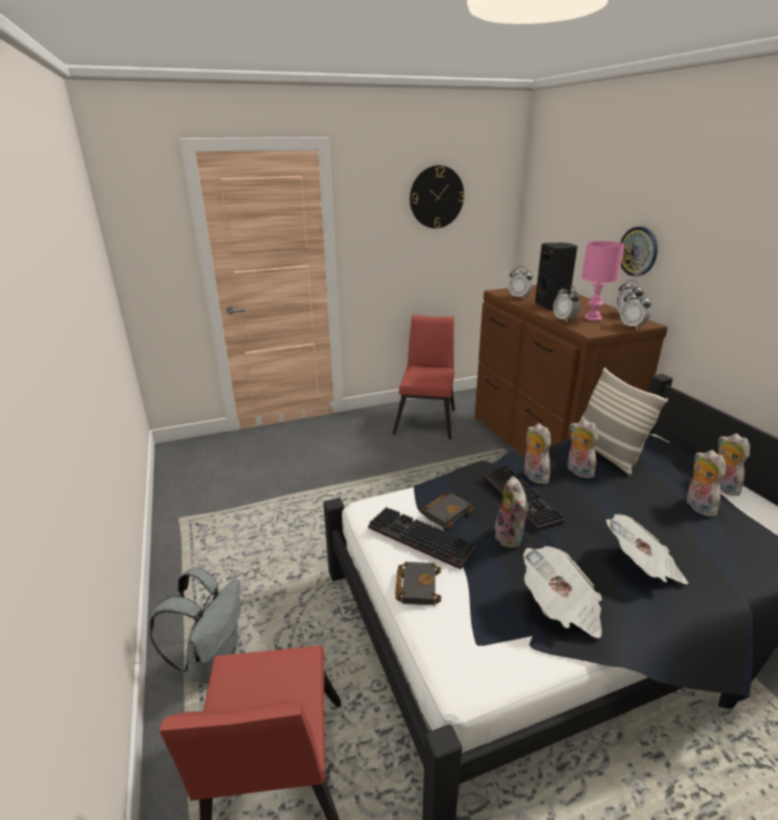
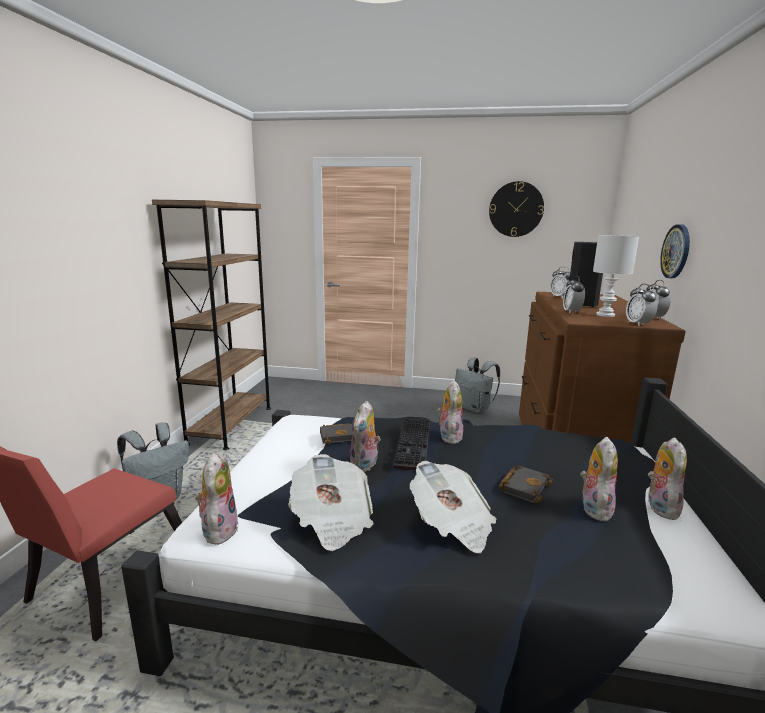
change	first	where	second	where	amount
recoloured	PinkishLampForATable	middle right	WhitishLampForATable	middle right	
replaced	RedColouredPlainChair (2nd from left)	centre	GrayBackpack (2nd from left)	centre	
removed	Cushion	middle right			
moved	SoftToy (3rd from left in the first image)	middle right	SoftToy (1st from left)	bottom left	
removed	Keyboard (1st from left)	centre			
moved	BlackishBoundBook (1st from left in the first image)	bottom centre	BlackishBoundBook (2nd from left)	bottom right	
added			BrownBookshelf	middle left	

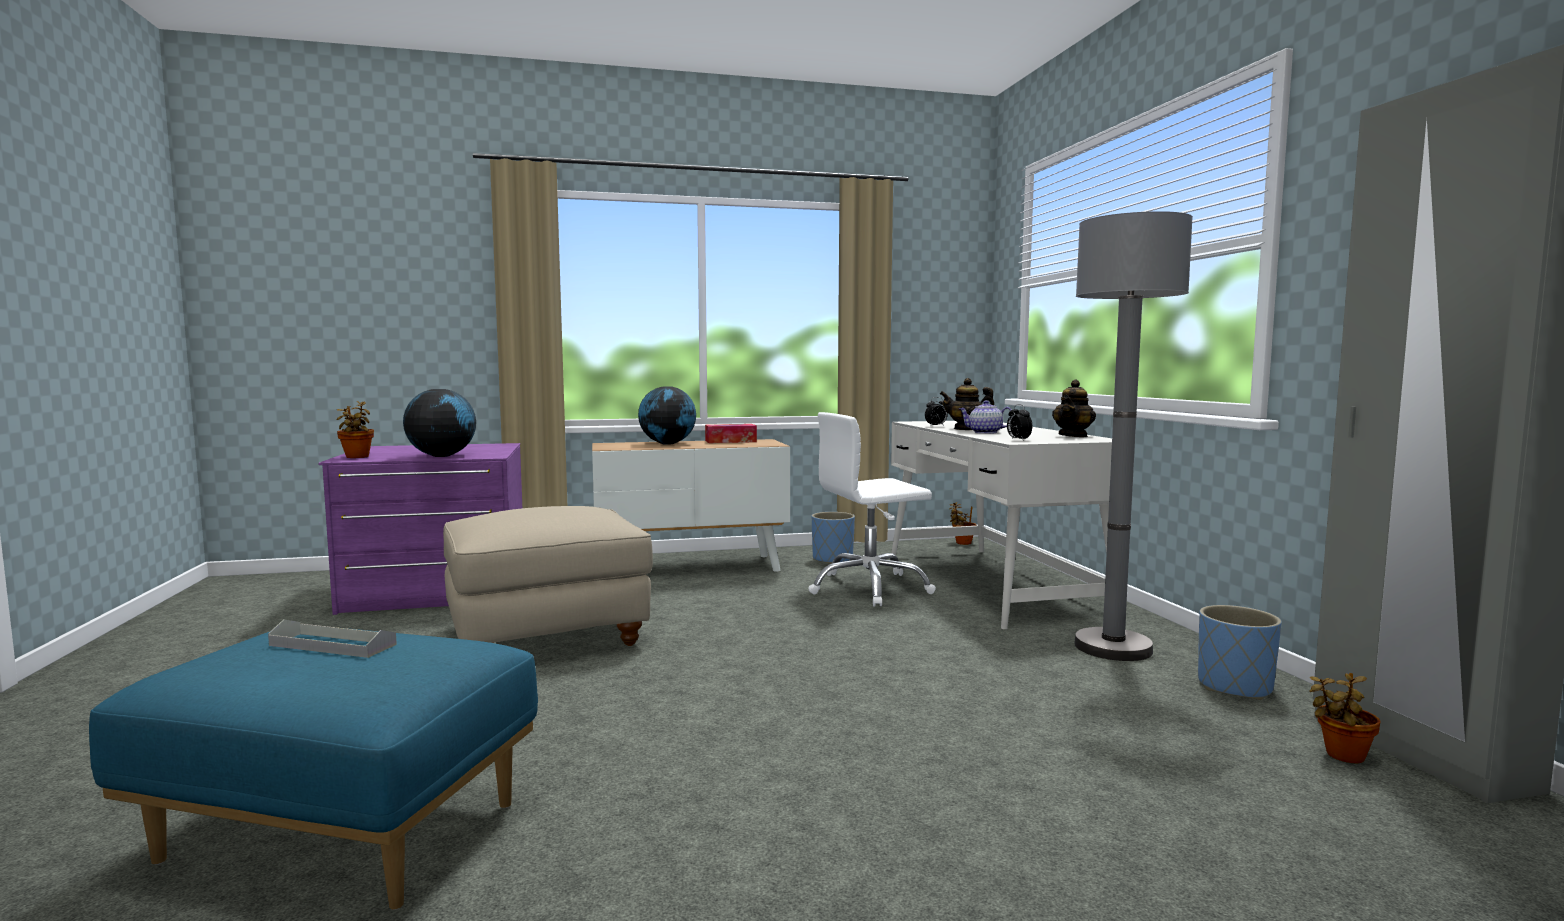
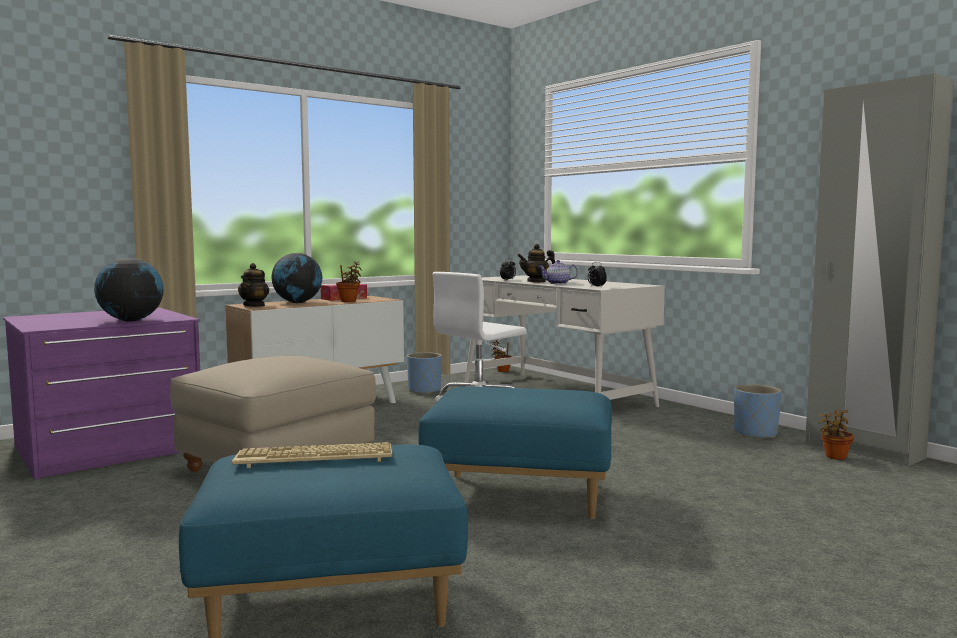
change	first	where	second	where	amount
removed	GrayStandingLamp	middle right			
moved	PotForTea (3rd from left in the first image)	middle right	PotForTea (1st from left)	middle left	
moved	PlantInAPot (1st from left)	middle left		centre	
replaced	GrayServingTray	bottom left	Keyboard	bottom left	
added			BluishOttoman (2nd from left)	bottom centre	

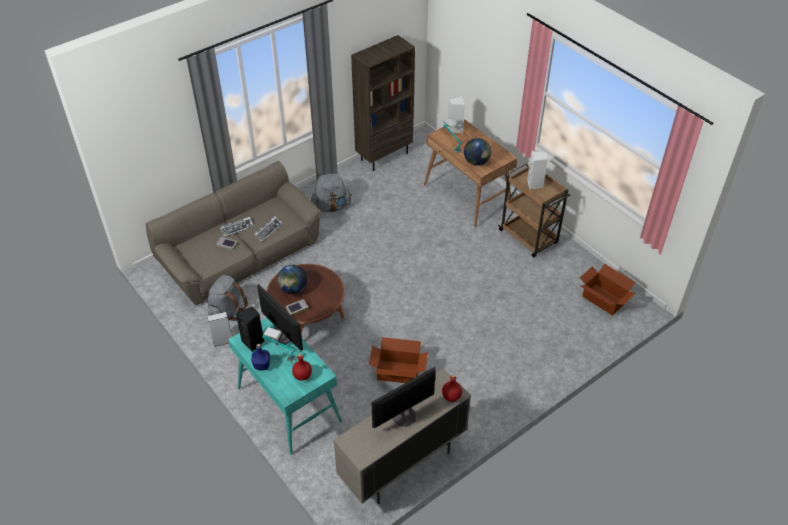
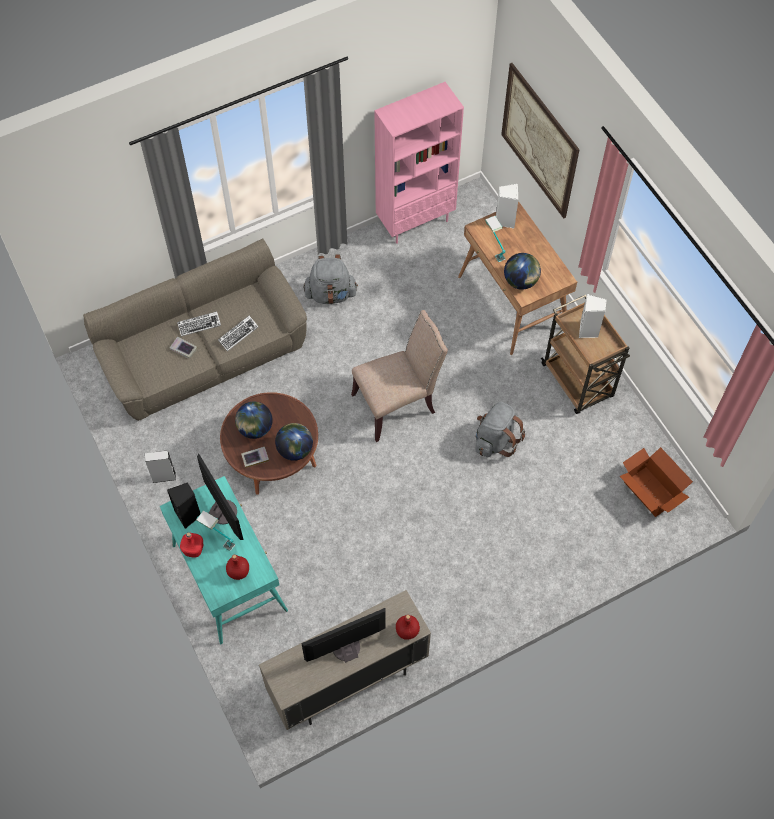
change	first	where	second	where	amount
recoloured	BrownBookshelf	top centre	PinkishBookshelf	top centre	
moved	GrayBackpack (1st from left in the first image)	middle left	GrayBackpack (2nd from left)	centre	
removed	PackingBox (1st from left)	bottom centre			
recoloured	BluishBeverageBottle	bottom left	RedColouredBeverageBottle (1st from left)	middle left	
added			WallPicture	top right	
added			BeigeColouredPlainChair	centre	
added			Globe (2nd from left)	centre	

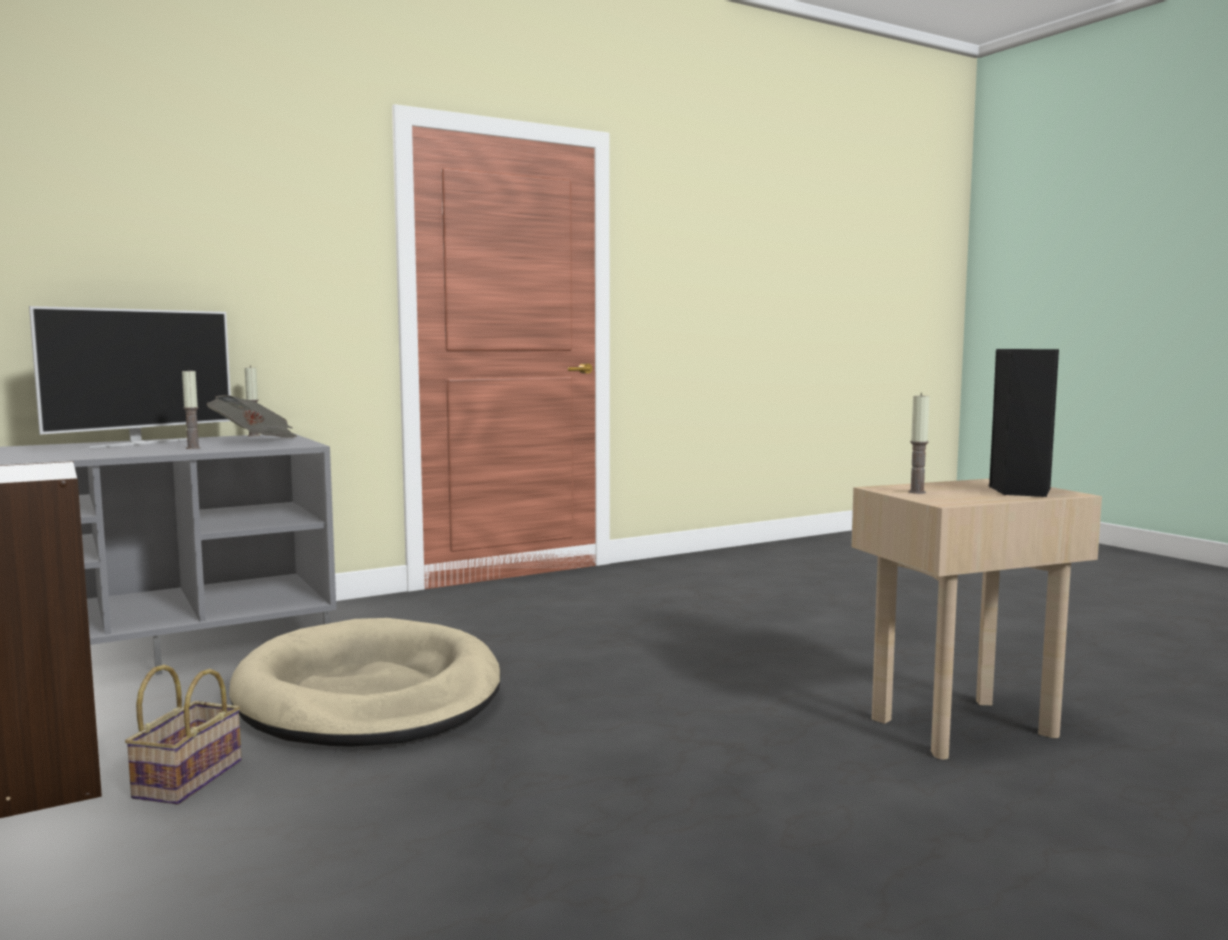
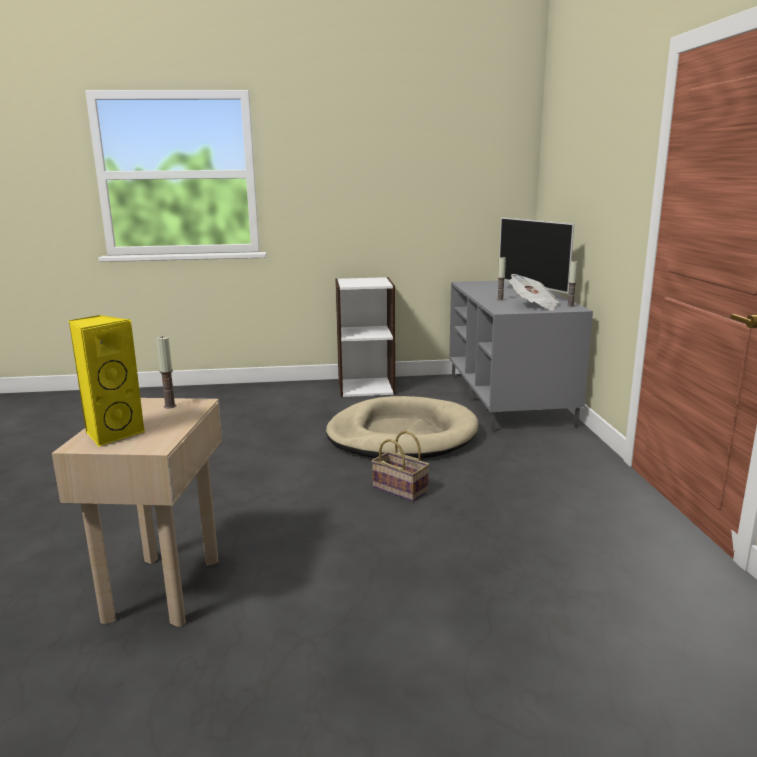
change	first	where	second	where	amount
recoloured	BlackishAudioSpeaker	middle right	YellowColouredAudioSpeaker	middle left	
moved	Basket	bottom left		centre	

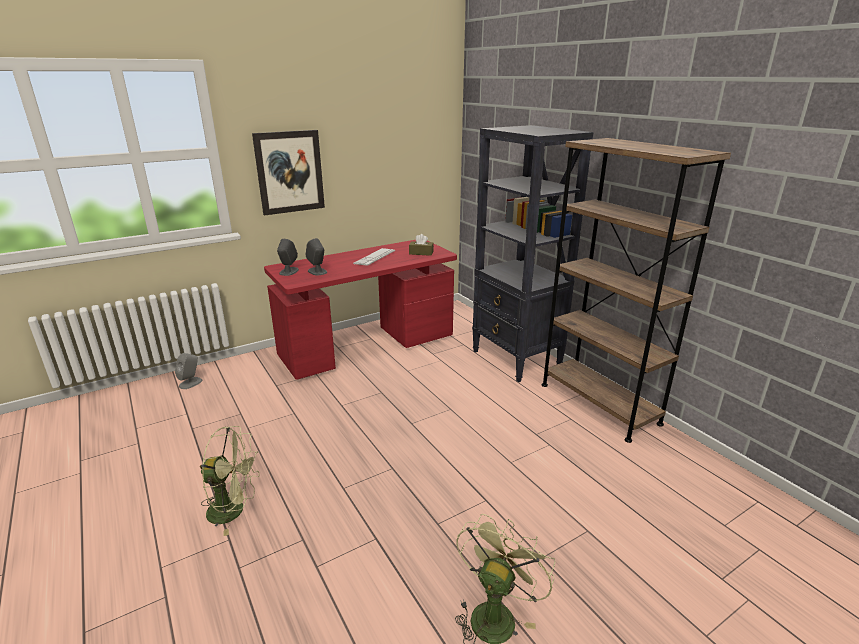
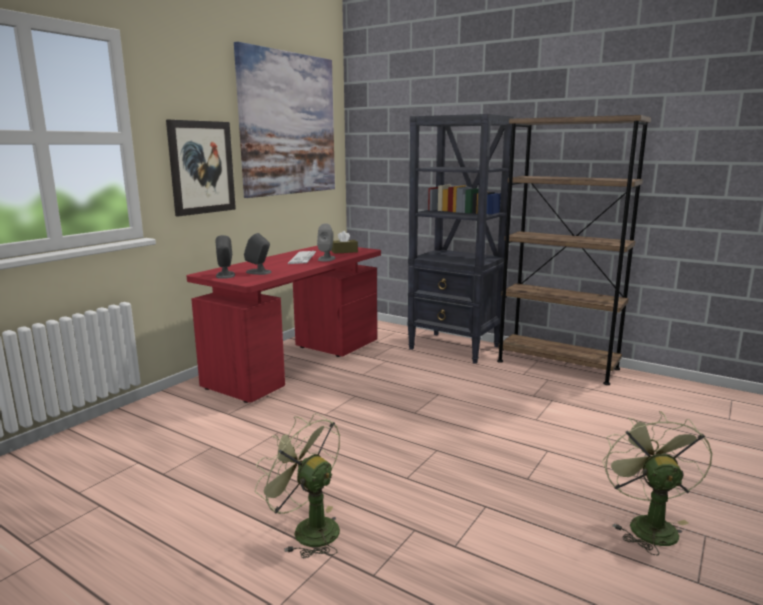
change	first	where	second	where	amount
moved	GrayAudioSpeaker (1st from left in the first image)	middle left	GrayAudioSpeaker (3rd from left)	centre	
turned	GreenishCoolingFan (1st from left)	bottom left		bottom centre	120 degrees counterclockwise
added			WallPicture (2nd from left)	top centre	

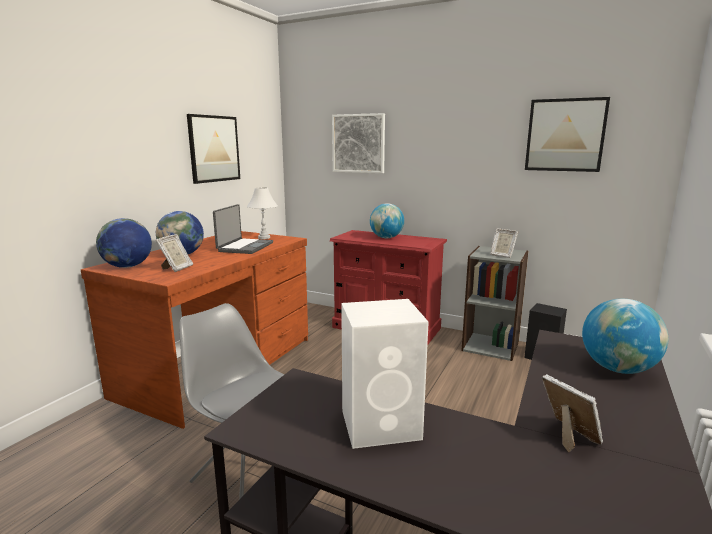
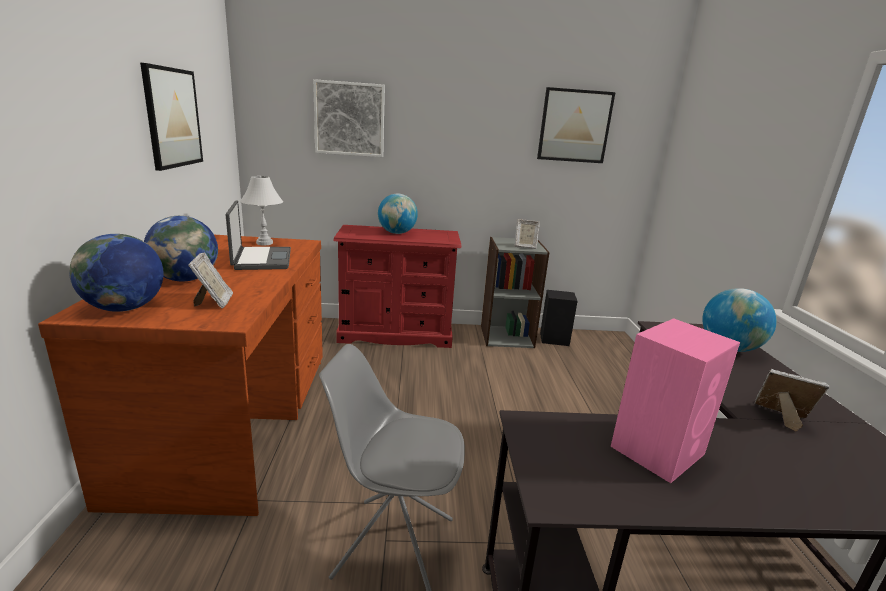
change	first	where	second	where	amount
recoloured	WhitishAudioSpeaker	bottom centre	PinkishAudioSpeaker	bottom right	

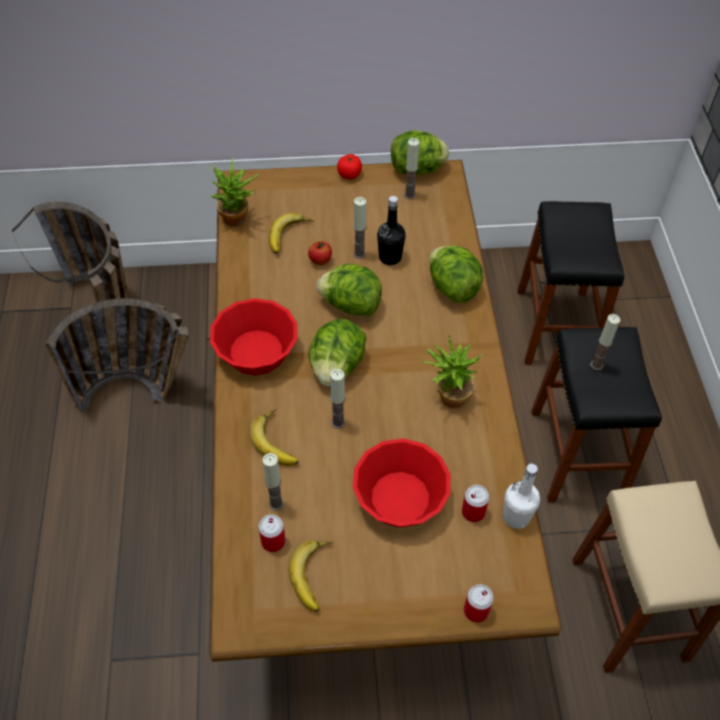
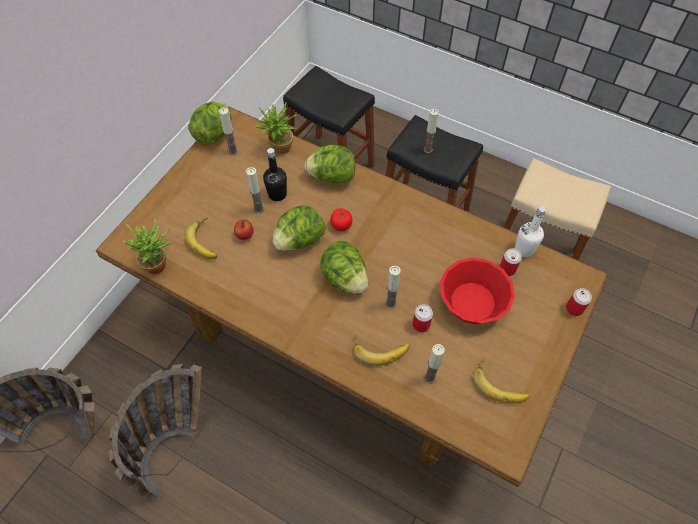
change	first	where	second	where	amount
moved	Tomato	top centre		centre	
removed	RedColouredServingBowl (1st from left)	centre			
moved	PlantInAPot (2nd from left)	centre		top centre	
moved	Can (1st from left)	bottom centre		centre	

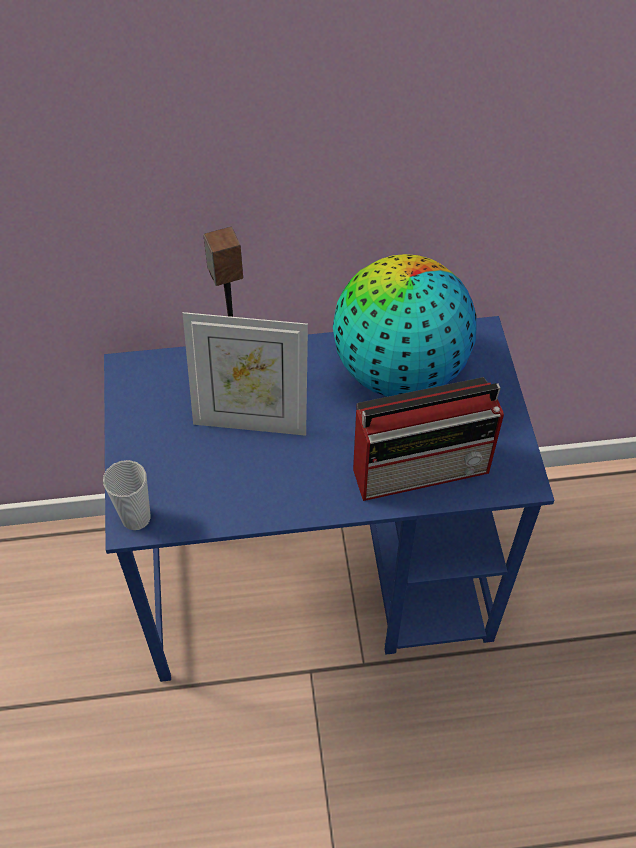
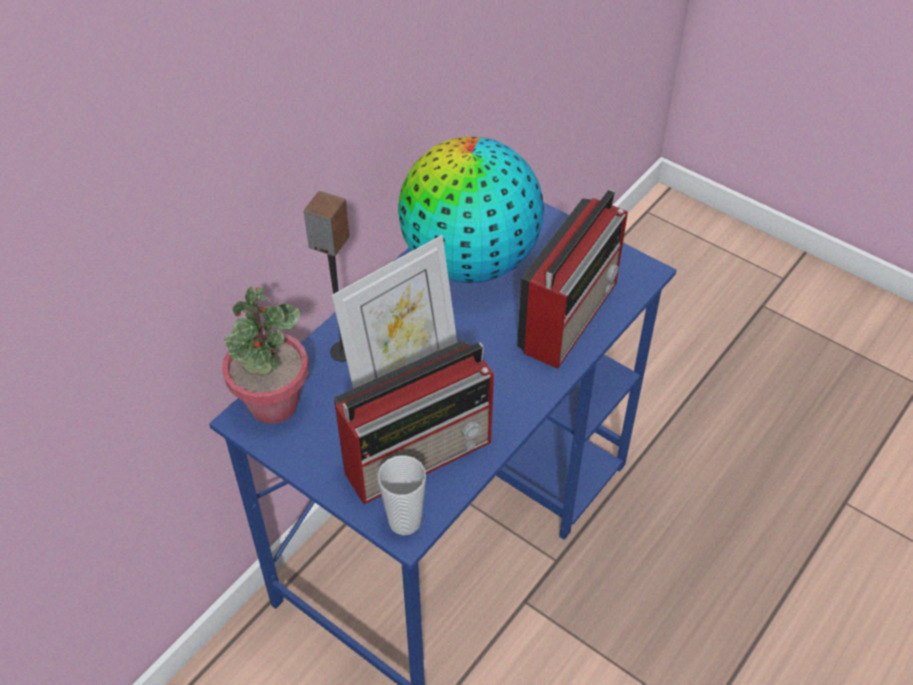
change	first	where	second	where	amount
added			PlantInAPot	middle left	
added			RadioReceiver (1st from left)	centre	

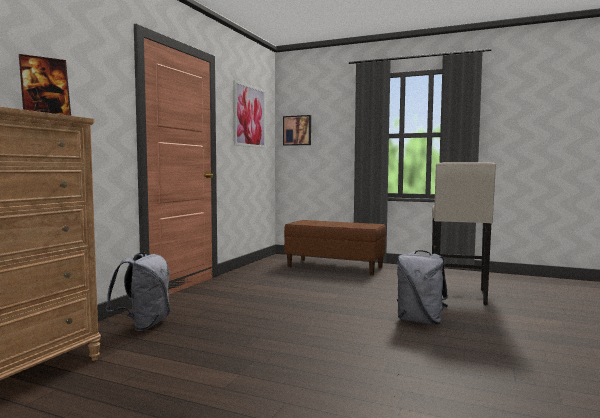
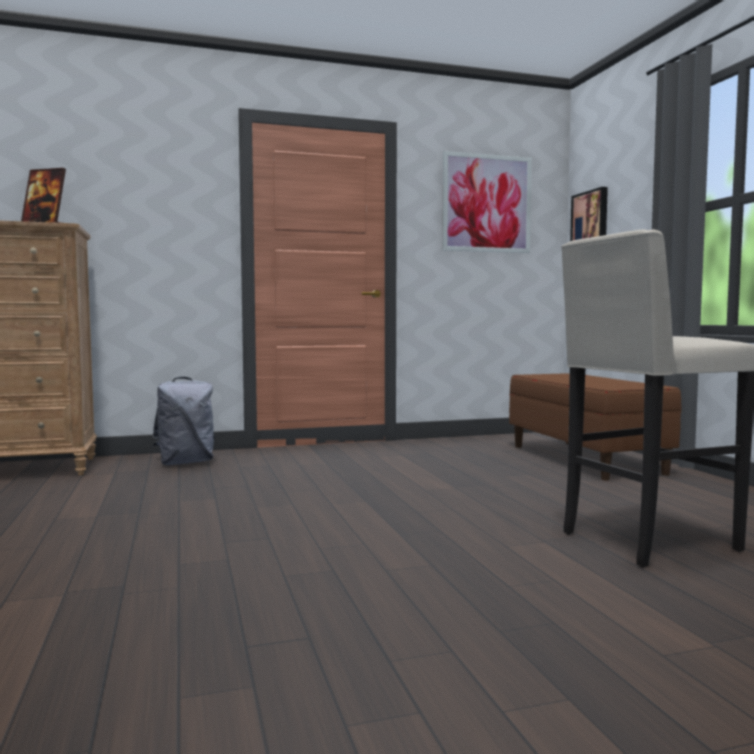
change	first	where	second	where	amount
removed	GrayBackpack (2nd from left)	bottom right			

